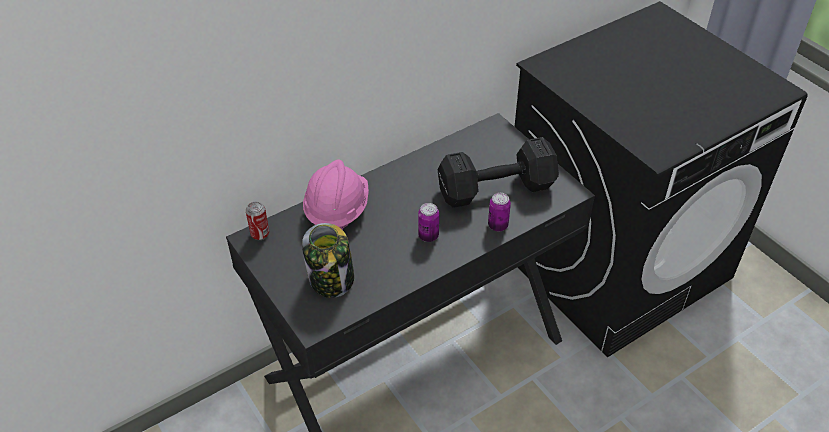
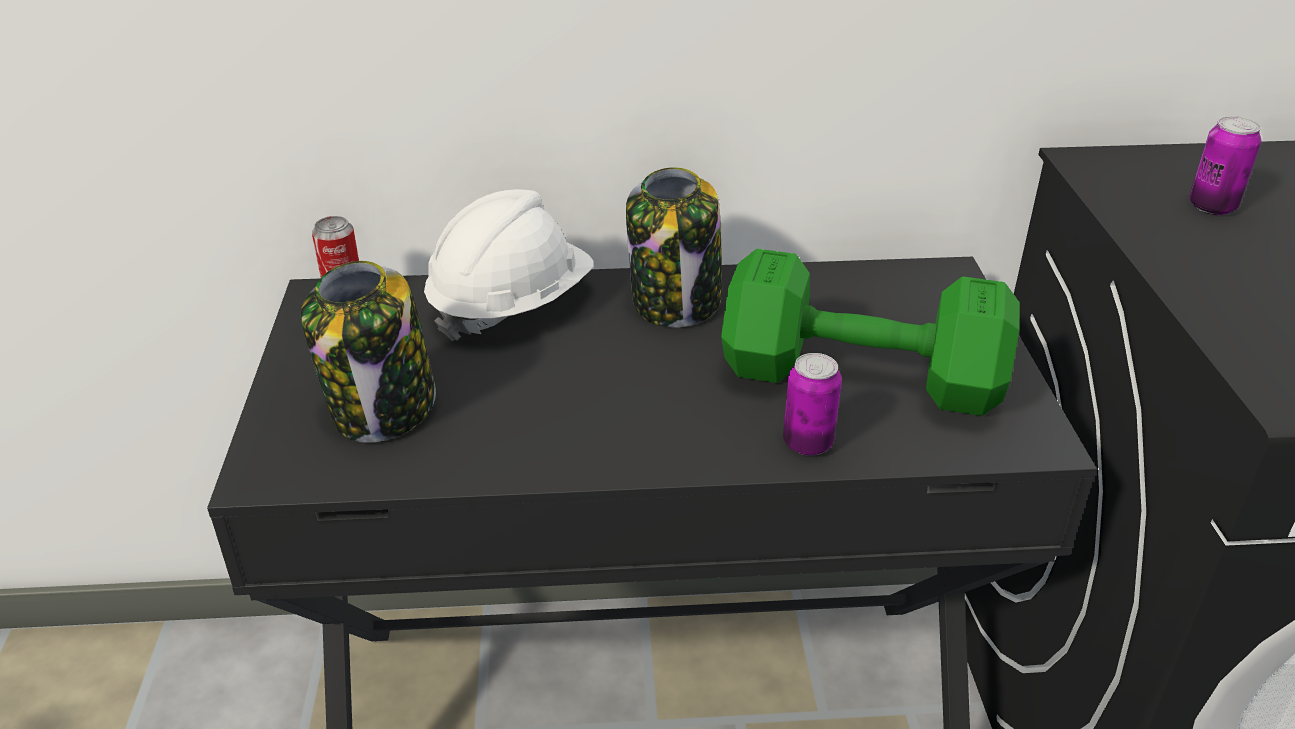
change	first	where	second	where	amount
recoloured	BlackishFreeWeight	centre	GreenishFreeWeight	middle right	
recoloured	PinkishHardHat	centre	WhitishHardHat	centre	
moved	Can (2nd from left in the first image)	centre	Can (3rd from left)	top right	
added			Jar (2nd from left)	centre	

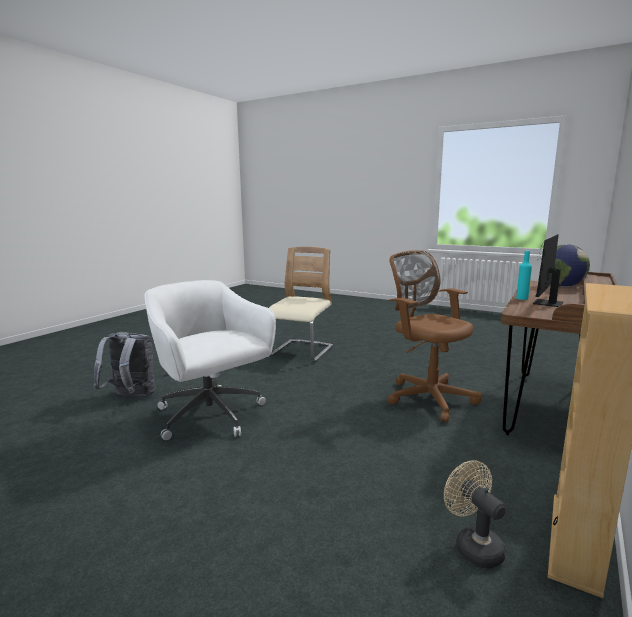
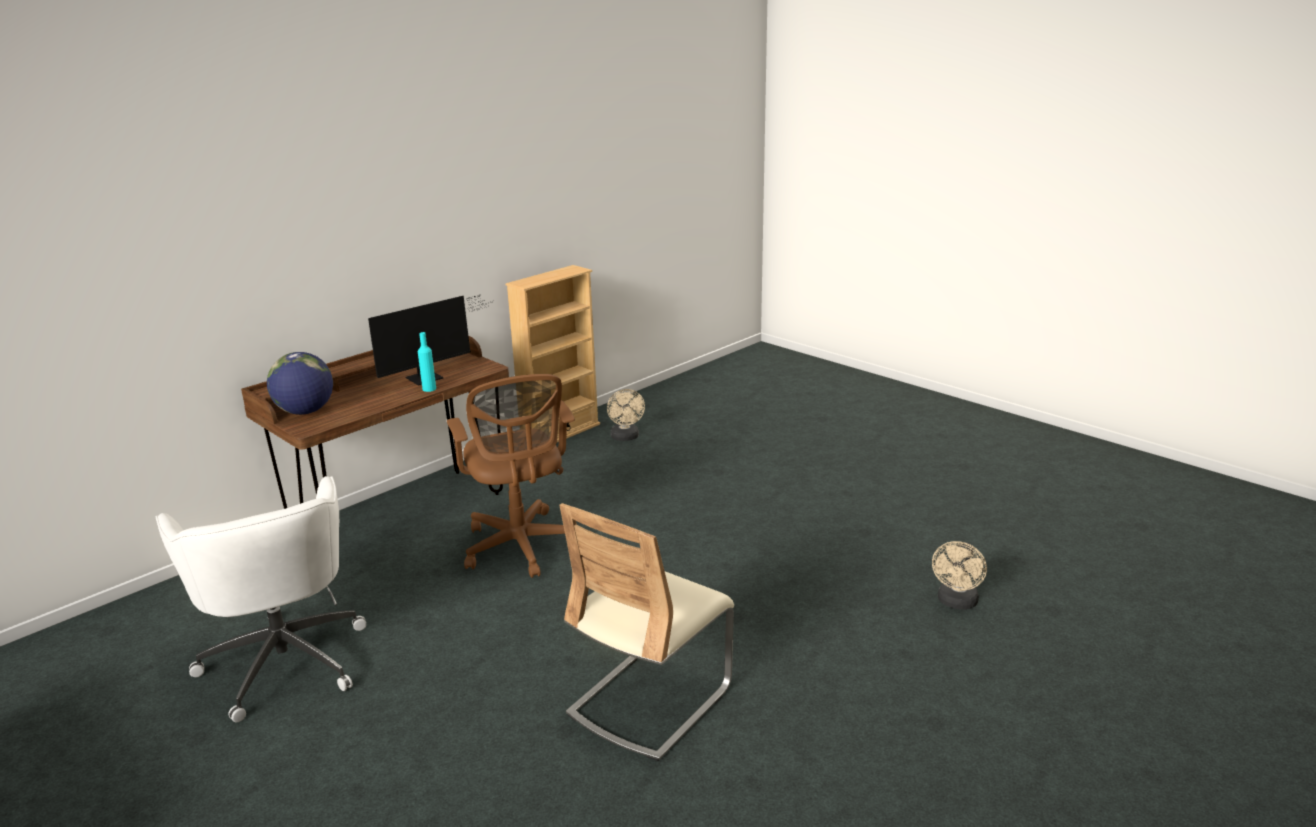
change	first	where	second	where	amount
moved	WhitishDeskChair	middle left		bottom left	
replaced	GrayBackpack	middle left	BeigeColouredCoolingFan (2nd from left)	bottom right	

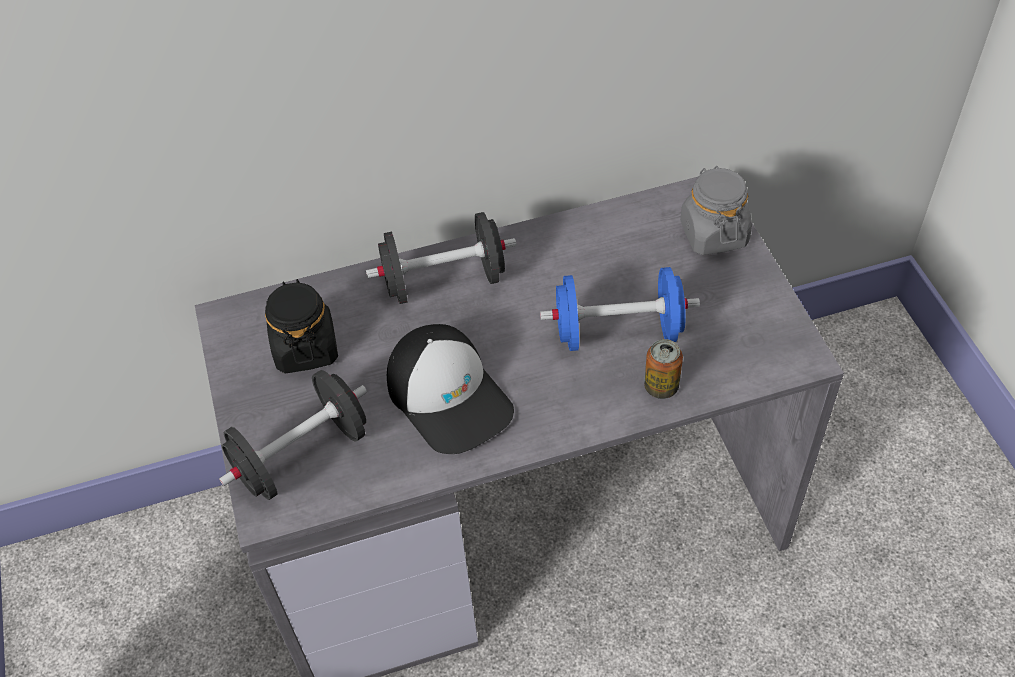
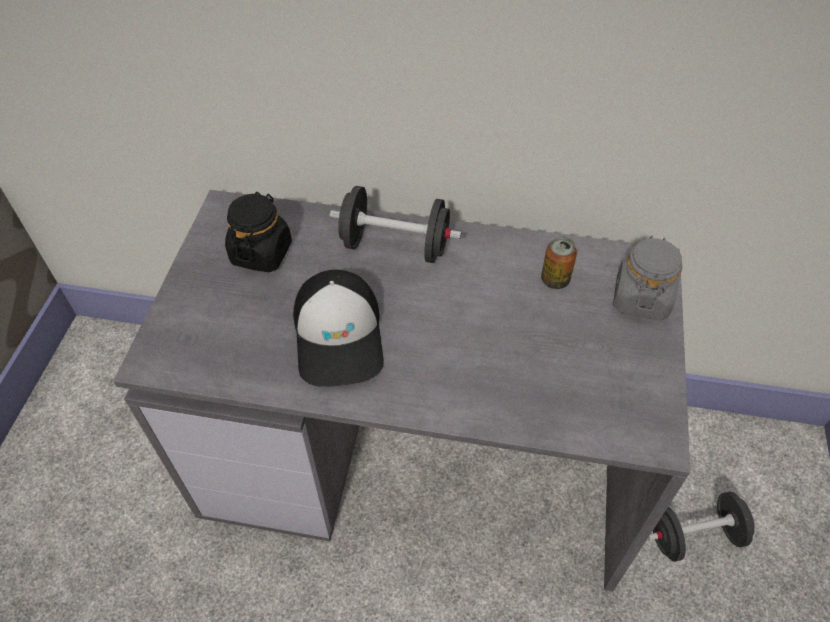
change	first	where	second	where	amount
removed	BluishFreeWeight	centre			
moved	Can	centre		middle right	
moved	BlackishFreeWeight (1st from left in the first image)	middle left	BlackishFreeWeight (2nd from left)	bottom right	

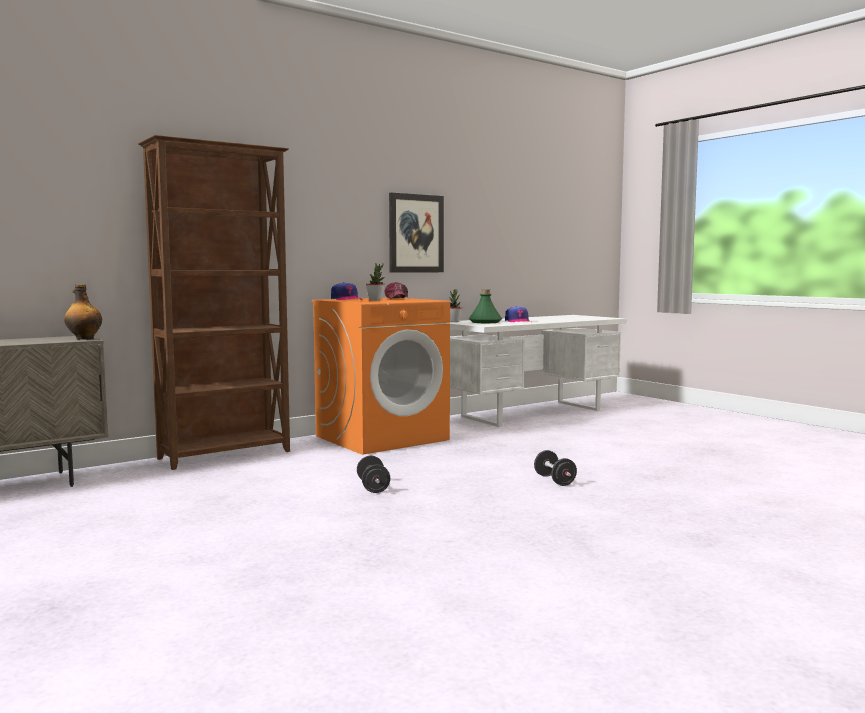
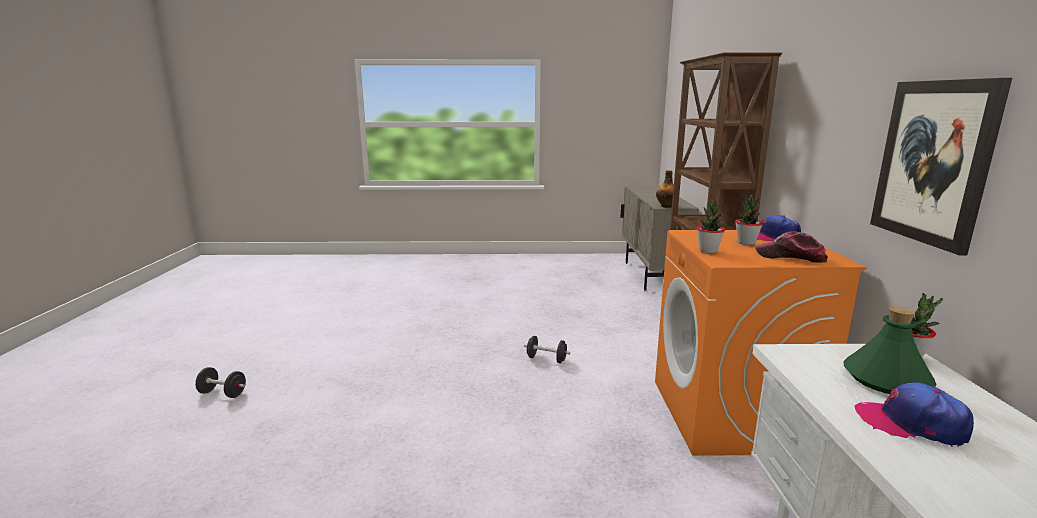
change	first	where	second	where	amount
moved	BlackishFreeWeight (2nd from left in the first image)	centre	BlackishFreeWeight (1st from left)	bottom left	
added			PlantInAPot (1st from left)	middle right	

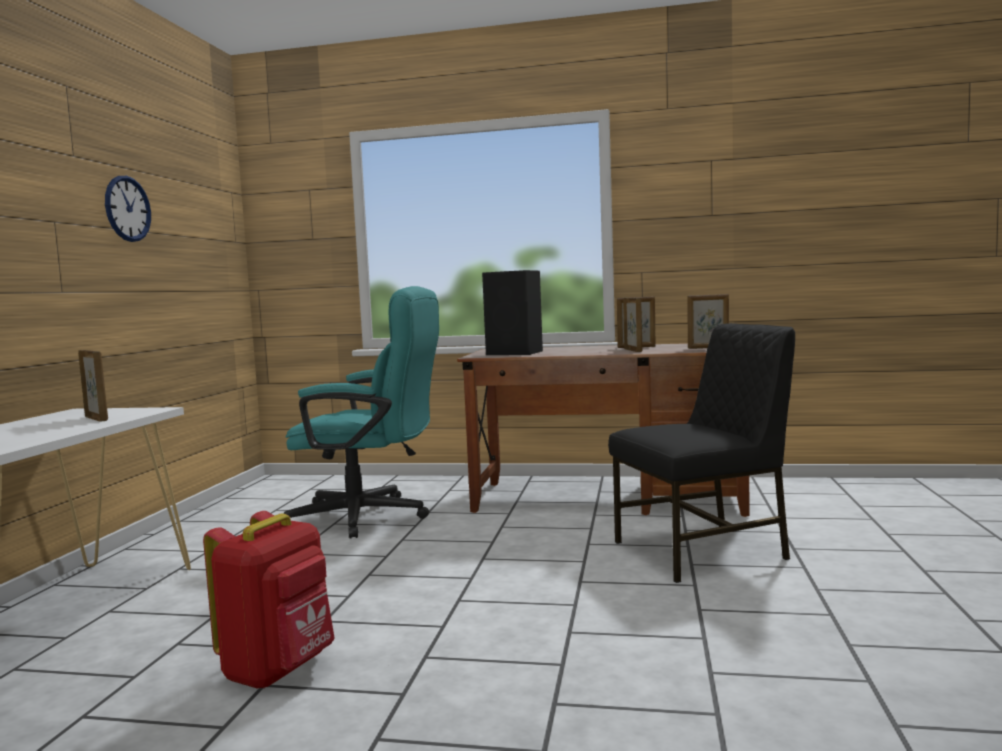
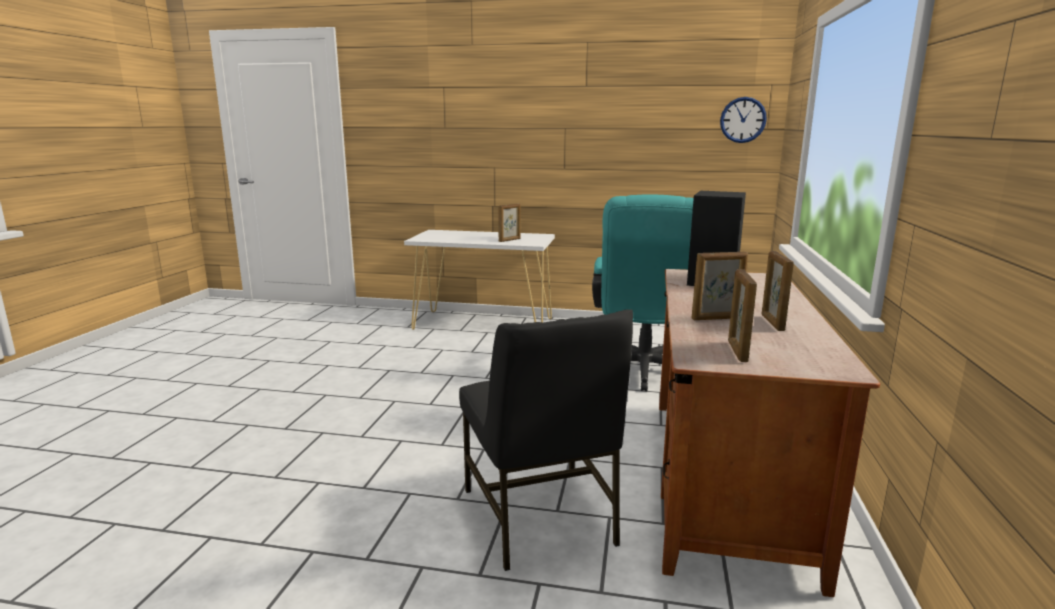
change	first	where	second	where	amount
moved	HangingClock	top left		top right	
removed	RedColouredBackpack	bottom left			

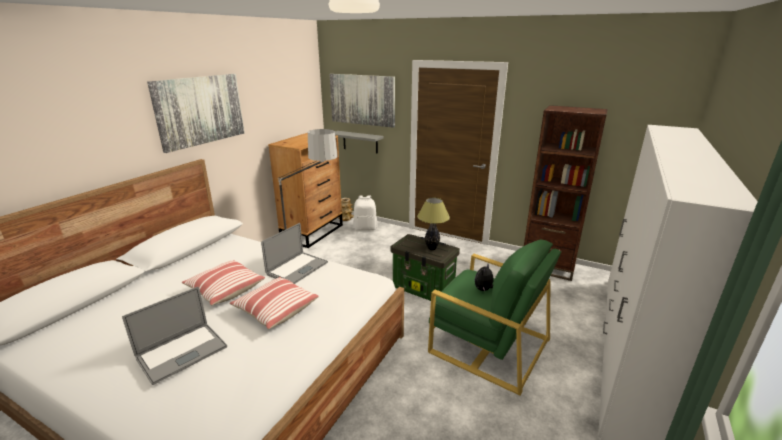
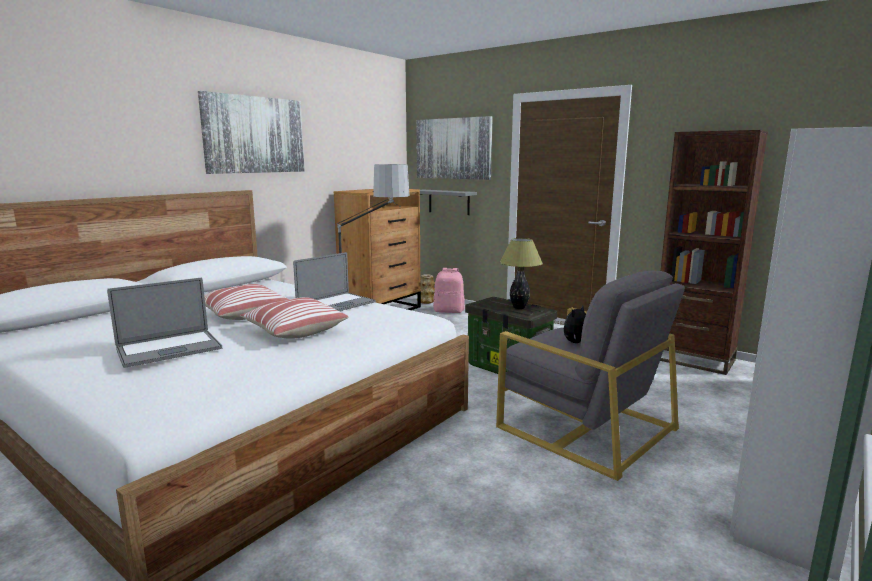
change	first	where	second	where	amount
recoloured	WhitishBackpack	centre	PinkishBackpack	centre	
recoloured	GreenishArmchair	bottom centre	GrayArmchair	middle right	

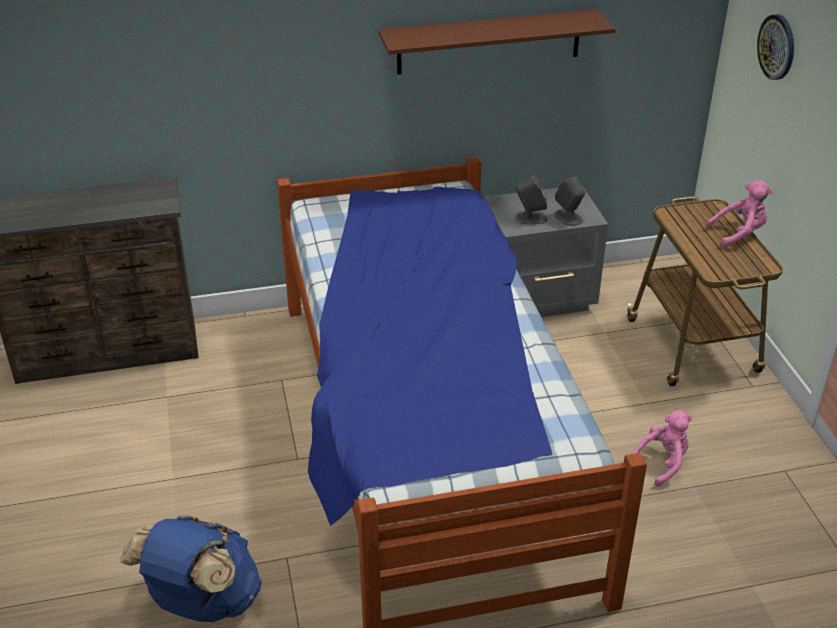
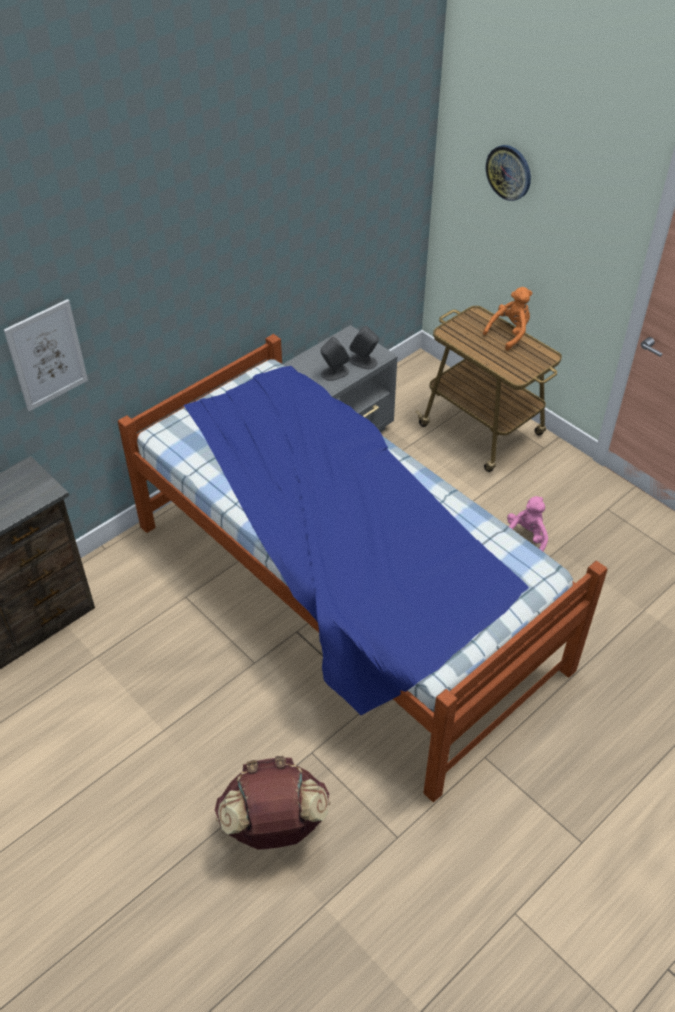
change	first	where	second	where	amount
removed	BrownWallShelf	top centre			
recoloured	PinkishSoftToy (2nd from left)	middle right	OrangeySoftToy	top right	
recoloured	BluishBackpack	bottom left	BrownBackpack	bottom centre	
added			WallPicture	middle left	

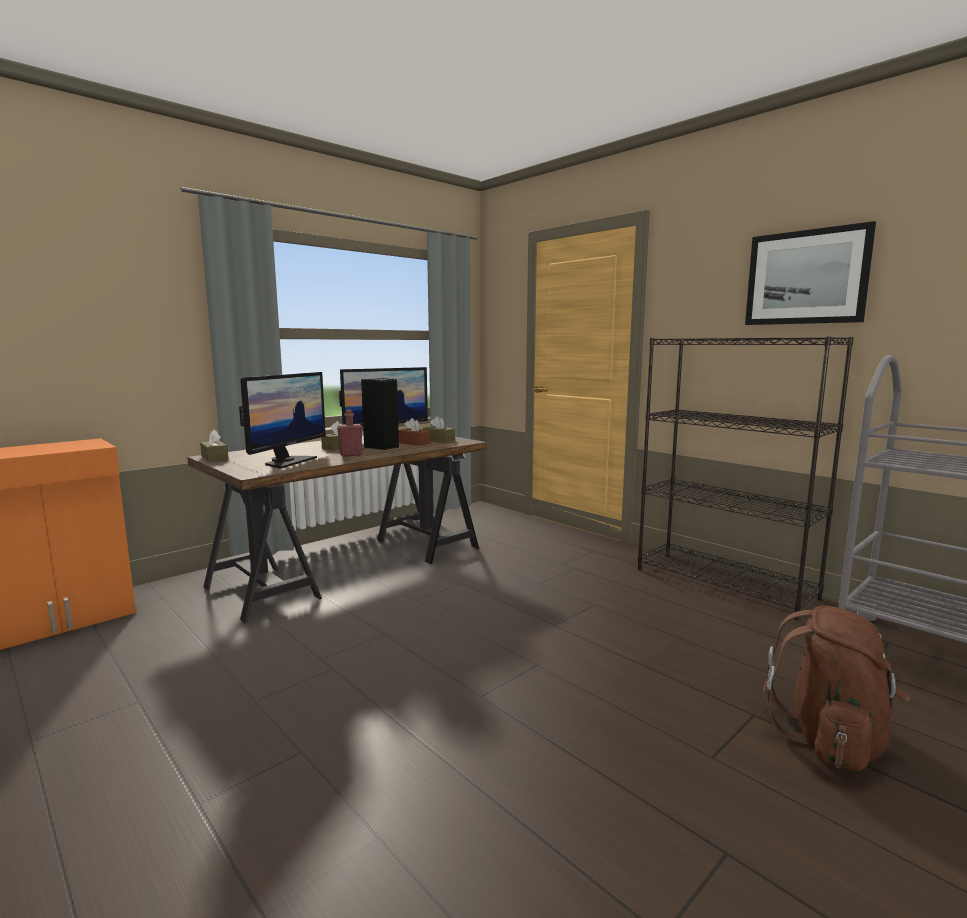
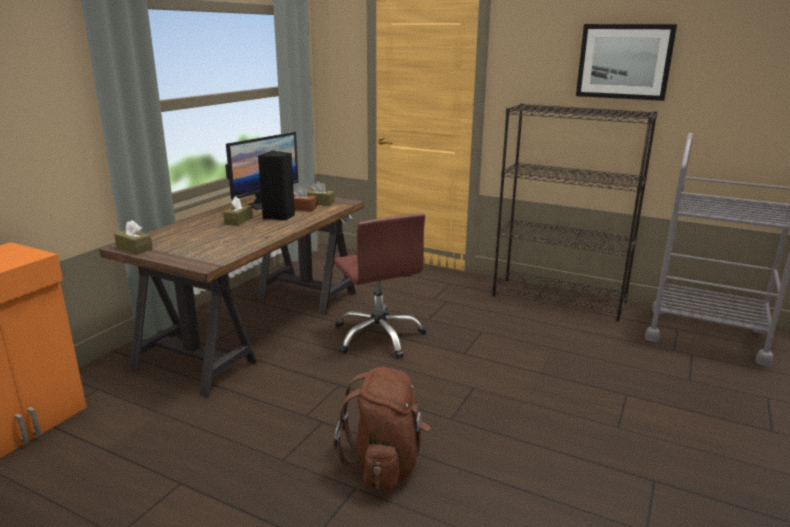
change	first	where	second	where	amount
removed	Monitor (1st from left)	middle left			
removed	RedColouredBeverageBottle	centre			
moved	BrownBackpack	bottom right		bottom centre	
added			BrownDeskChair	centre	

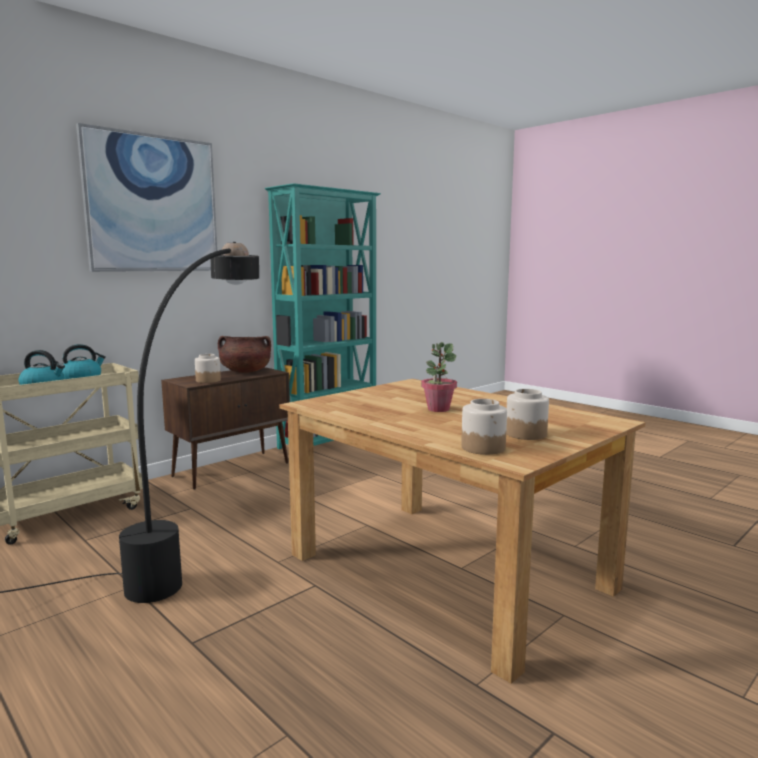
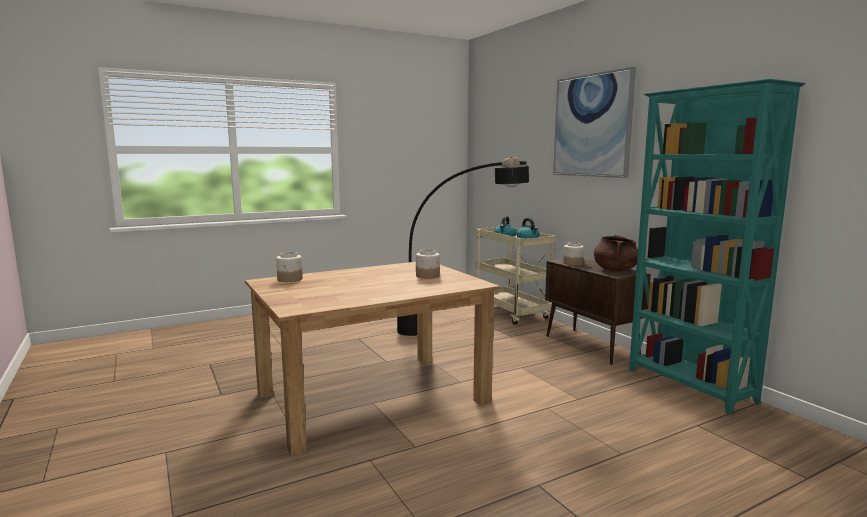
change	first	where	second	where	amount
removed	PlantInAPot	centre			
moved	Jar (3rd from left in the first image)	middle right	Jar (2nd from left)	centre	

